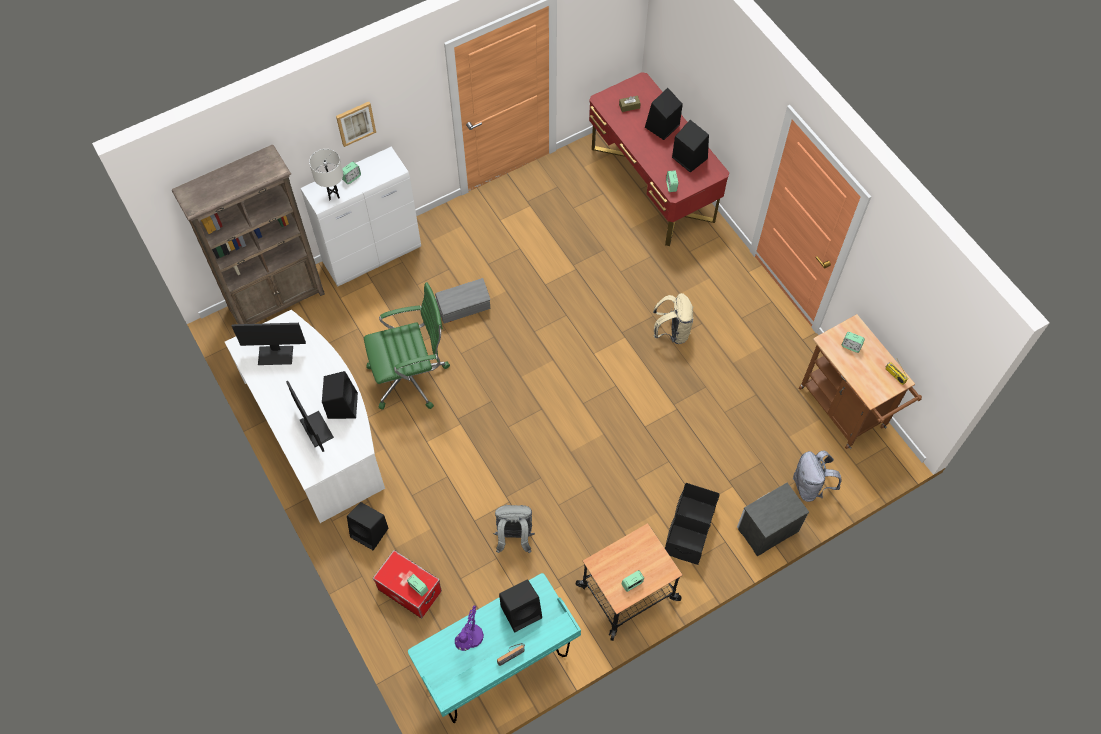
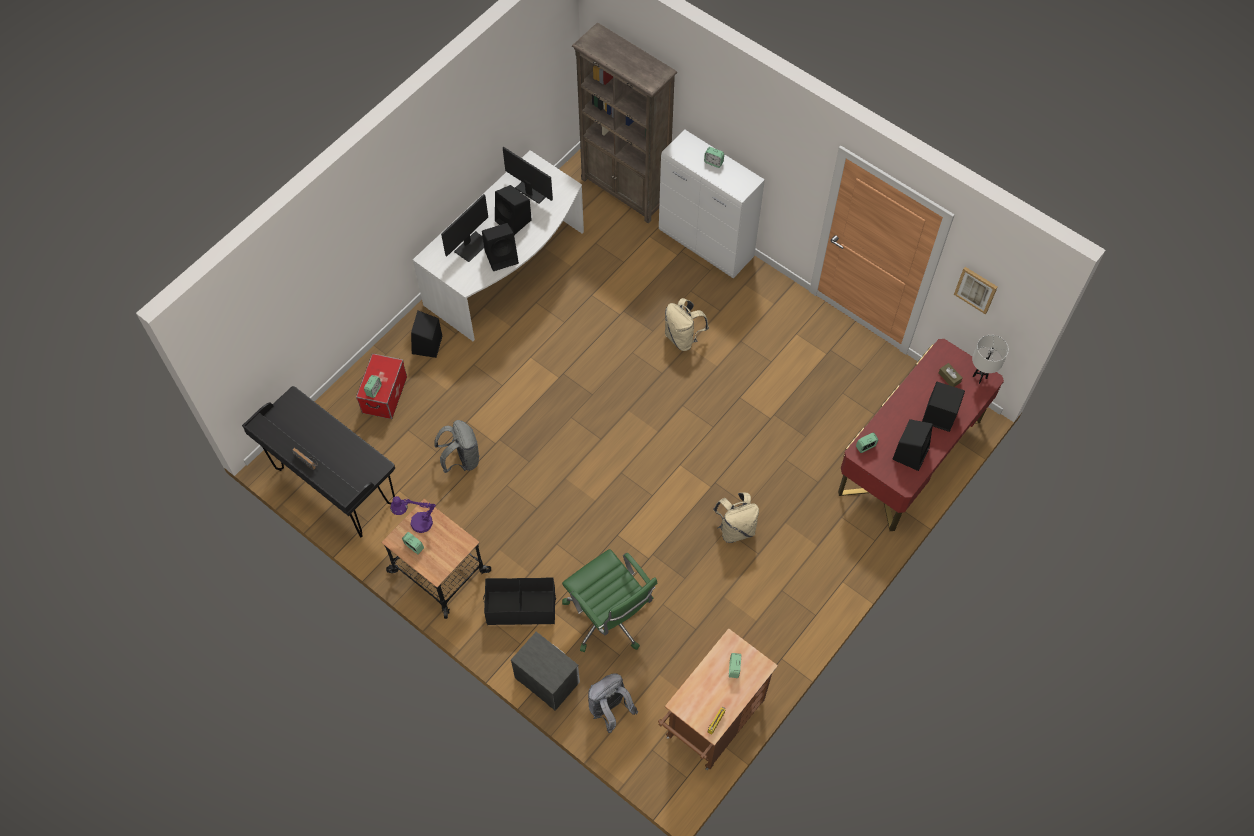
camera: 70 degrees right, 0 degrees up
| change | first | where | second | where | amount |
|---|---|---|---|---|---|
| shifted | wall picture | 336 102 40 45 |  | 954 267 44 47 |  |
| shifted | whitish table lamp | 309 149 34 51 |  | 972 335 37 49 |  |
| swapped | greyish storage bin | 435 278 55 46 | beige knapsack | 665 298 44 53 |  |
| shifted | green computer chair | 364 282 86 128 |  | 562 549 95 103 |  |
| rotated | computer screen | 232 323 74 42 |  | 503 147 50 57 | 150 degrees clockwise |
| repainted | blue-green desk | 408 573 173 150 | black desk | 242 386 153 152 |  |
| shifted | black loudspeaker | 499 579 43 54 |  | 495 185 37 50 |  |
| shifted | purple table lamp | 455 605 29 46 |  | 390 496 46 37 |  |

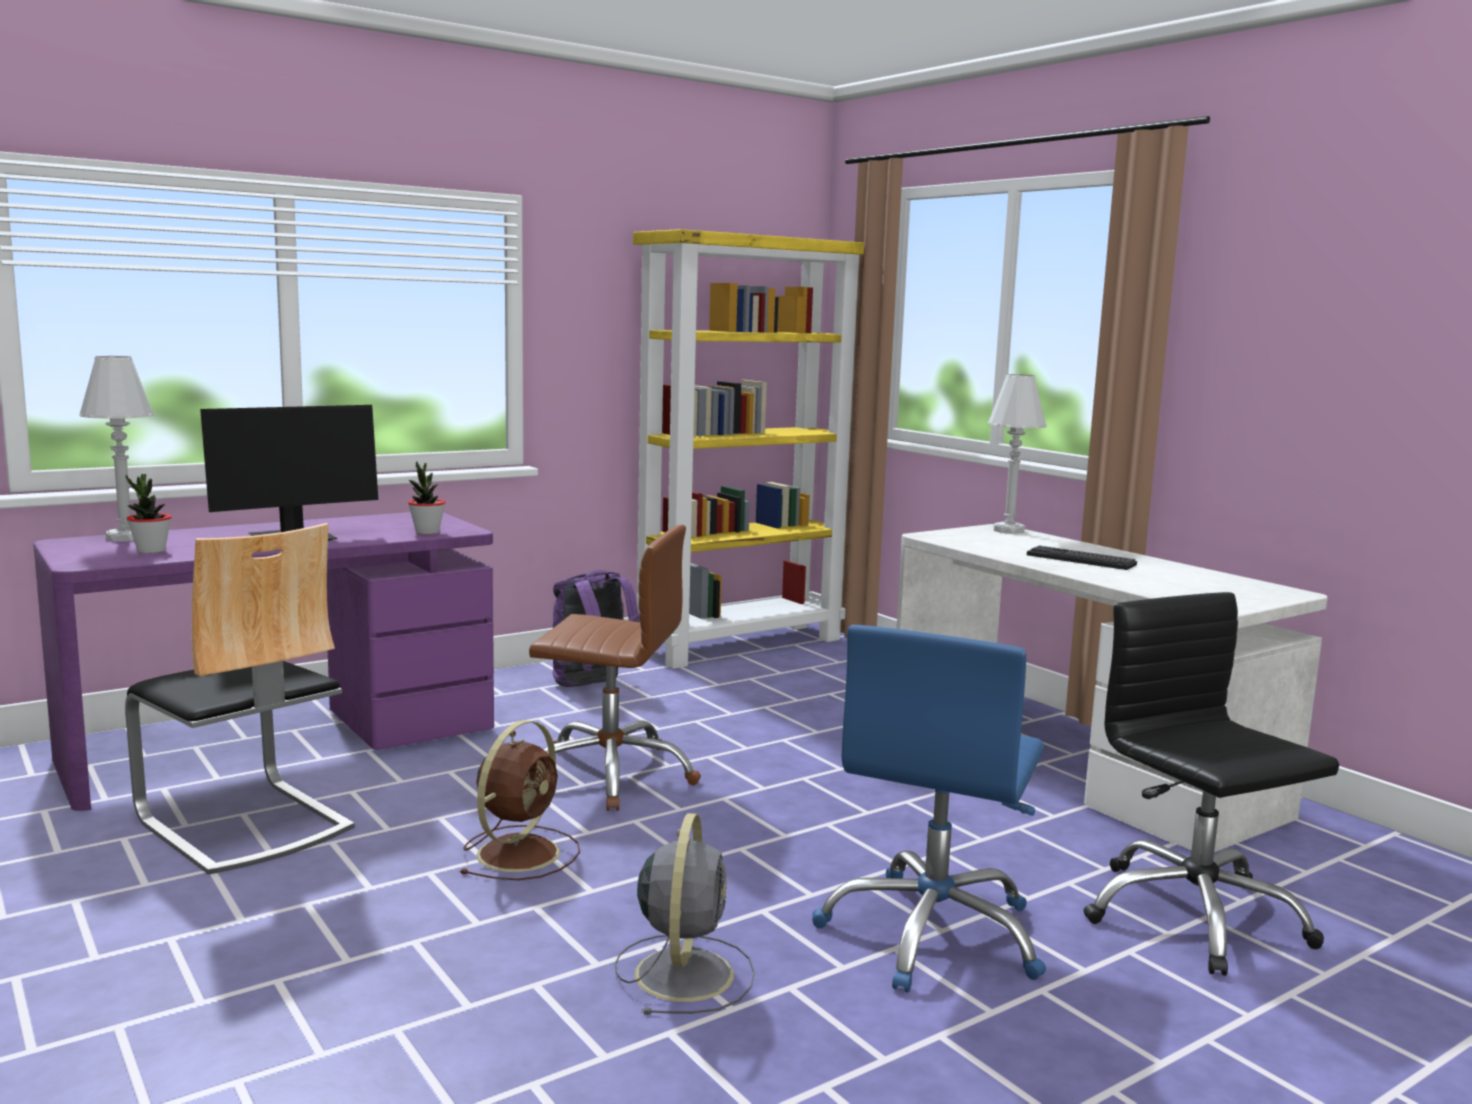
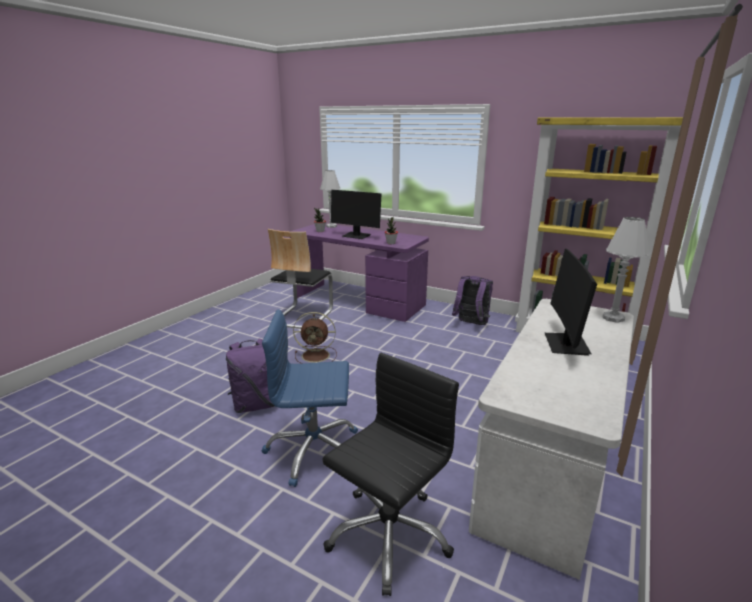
camera: 65 degrees right, 10 degrees up
| change | first | where | second | where | amount |
|---|---|---|---|---|---|
| gone | brown-coloured computer chair | 529 525 172 286 |  |  |  |
| swapped | keyboard | 1027 546 110 24 | computer screen | 545 249 52 107 |  |
| swapped | greyish cooling fan | 615 813 140 202 | purple knapsack | 226 339 48 74 |  |

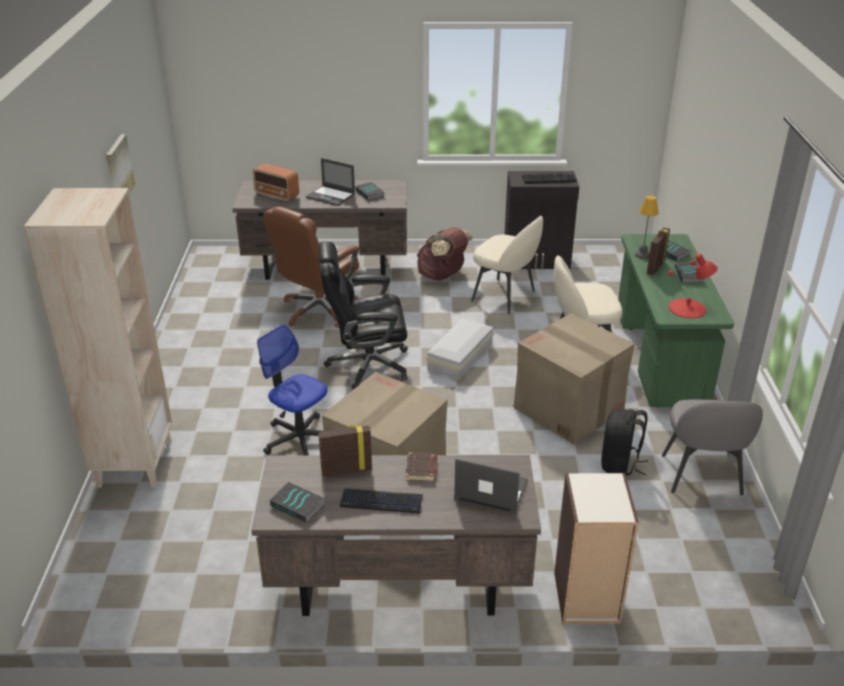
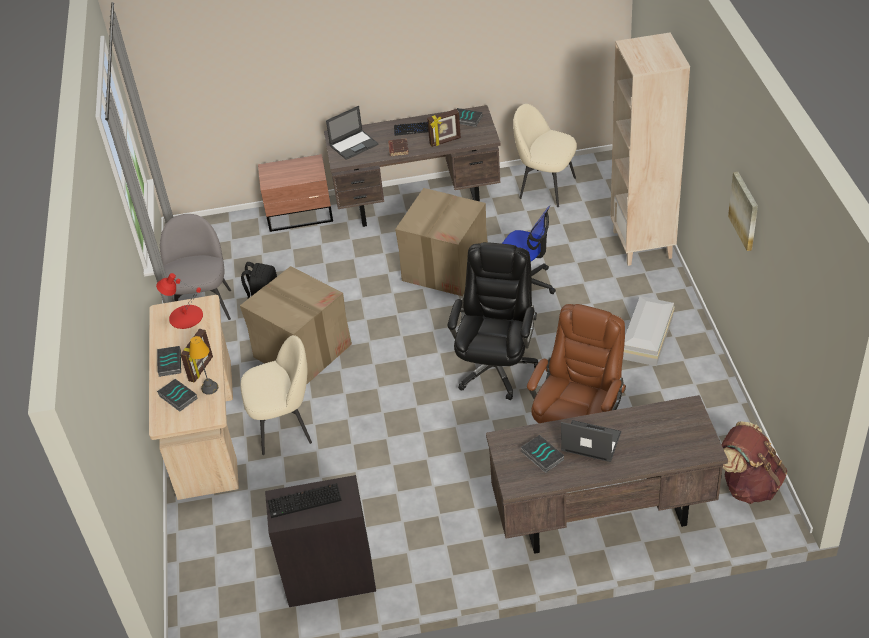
camera: 175 degrees right, 10 degrees up
| change | first | where | second | where | amount |
|---|---|---|---|---|---|
| gone | radio | 253 163 46 39 |  |  |  |
| shifted | beige chair | 471 216 72 98 |  | 513 104 64 103 |  |
| shifted | brown-coloured knapsack | 417 227 56 54 |  | 721 421 66 83 |  |
| repainted | green desk | 618 234 116 173 | beige desk | 149 295 90 205 |  |
| rotated | black computer chair | 318 242 90 148 |  | 447 242 91 158 | 60 degrees counterclockwise |
| shifted | whitish storage bin | 426 318 68 62 |  | 623 296 52 70 |  |
| rotated | notebook computer | 454 459 74 55 |  | 326 106 52 54 | 45 degrees counterclockwise |
| swapped | bookshelf | 554 473 85 151 | brown-coloured night table | 258 154 75 78 |  |

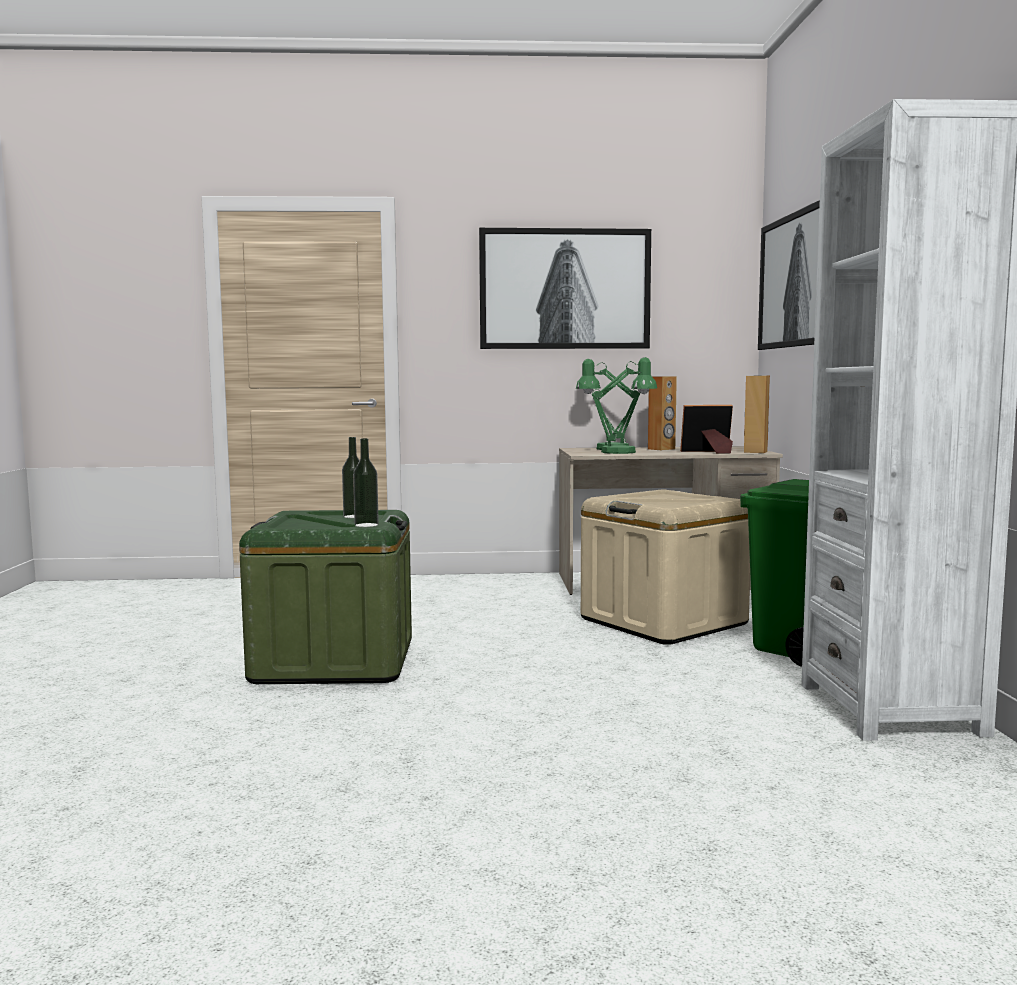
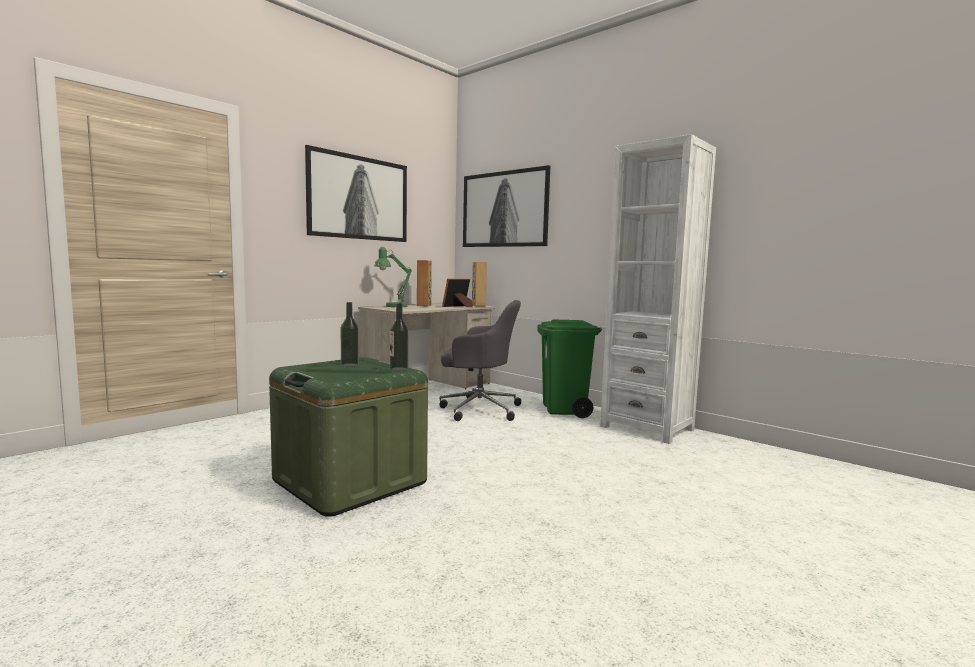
camera: 45 degrees left, 0 degrees up
| change | first | where | second | where | amount |
|---|---|---|---|---|---|
| gone | green table lamp | 592 357 65 97 |  |  |  |
| swapped | beige storage bin | 581 489 169 156 | greyish computer chair | 439 300 82 121 |  |

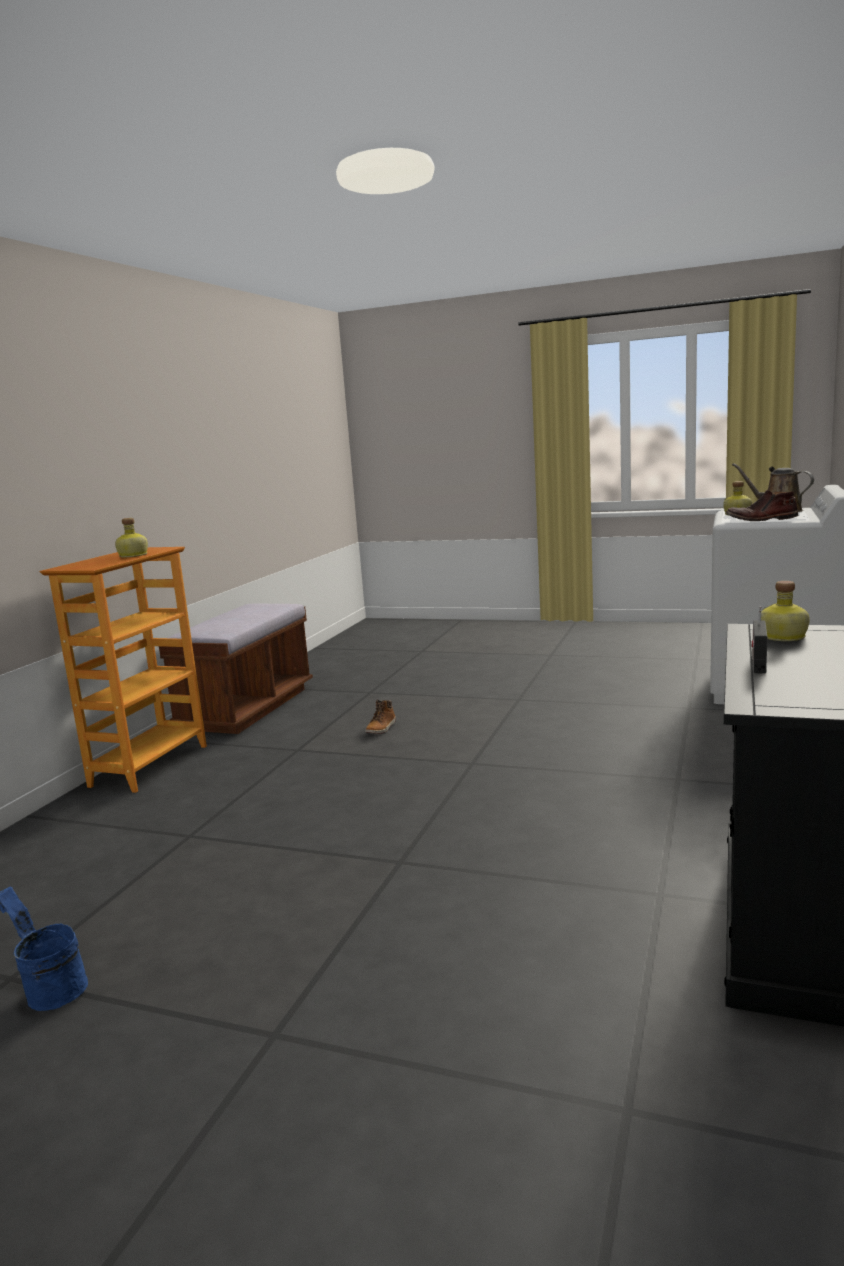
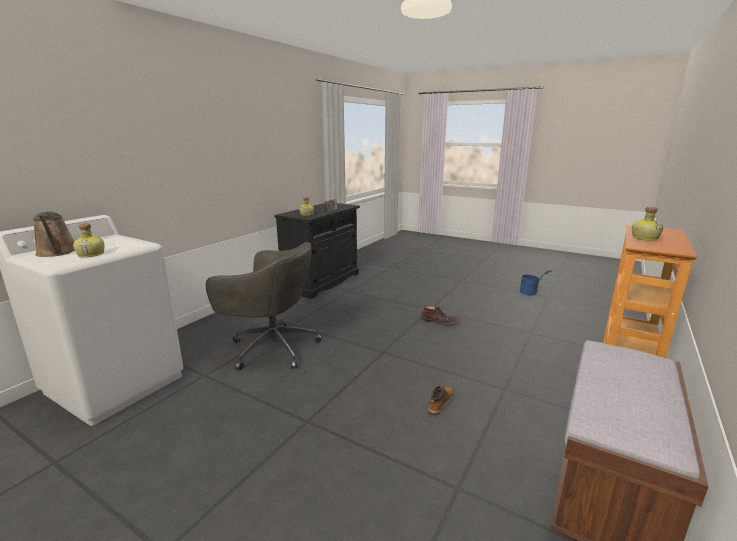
camera: 170 degrees left, 5 degrees up
| change | first | where | second | where | amount |
|---|---|---|---|---|---|
| shifted | brown-coloured boot | 725 490 73 31 |  | 421 305 39 20 |  |
| new |  |  | greyish computer chair | 206 242 116 128 |  |

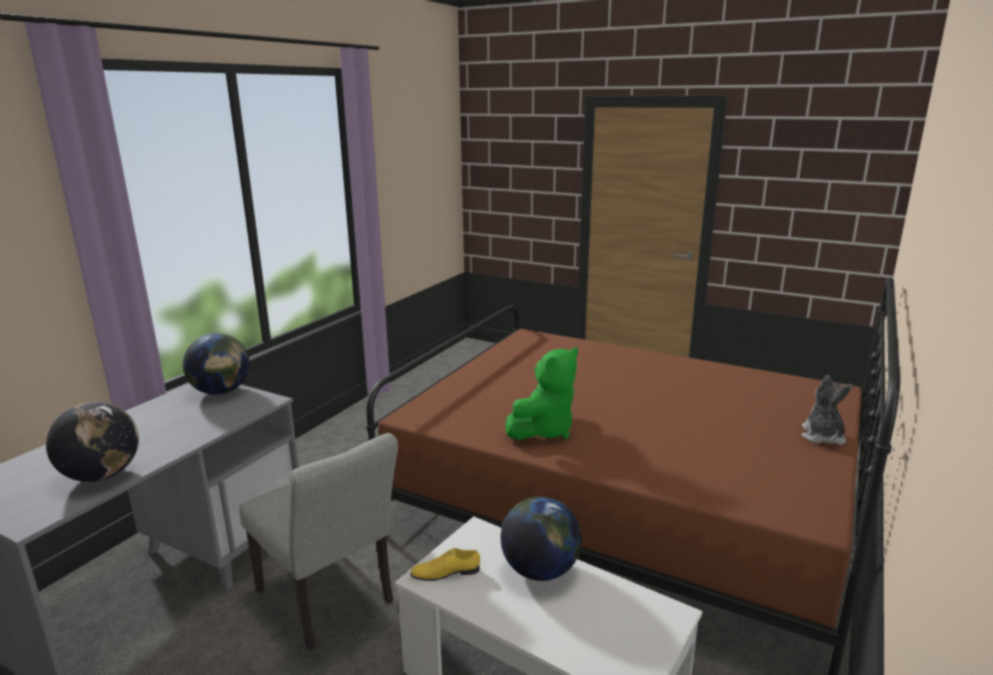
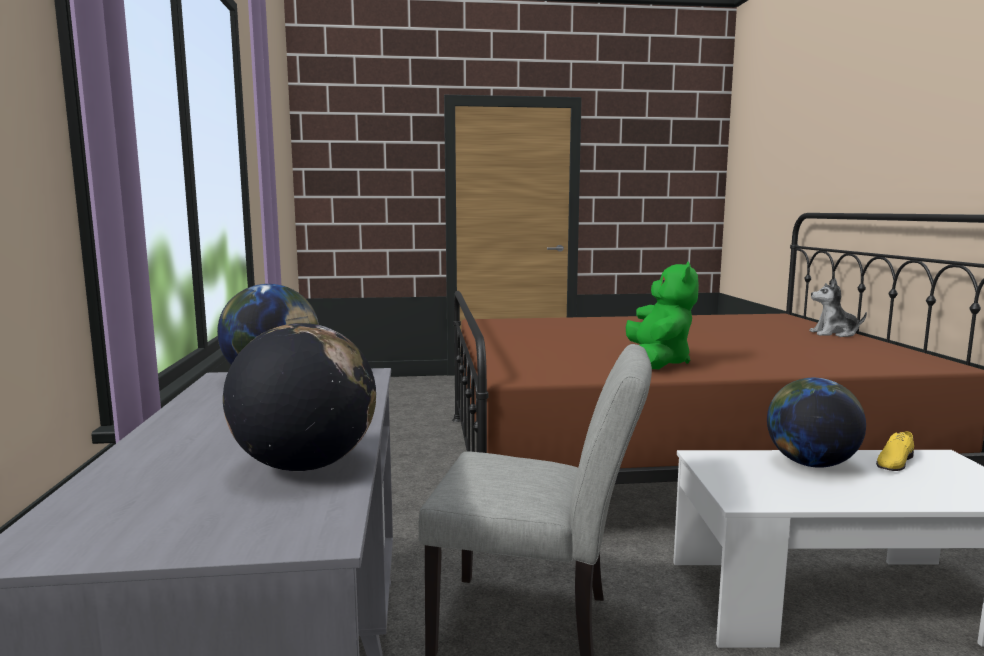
camera: 35 degrees left, 10 degrees down
| change | first | where | second | where | amount |
|---|---|---|---|---|---|
| rotated | plush toy | 802 375 50 70 |  | 809 278 58 59 | 60 degrees counterclockwise |
| shifted | yellow-coloured item of footwear | 411 548 69 33 |  | 876 431 38 40 |  |

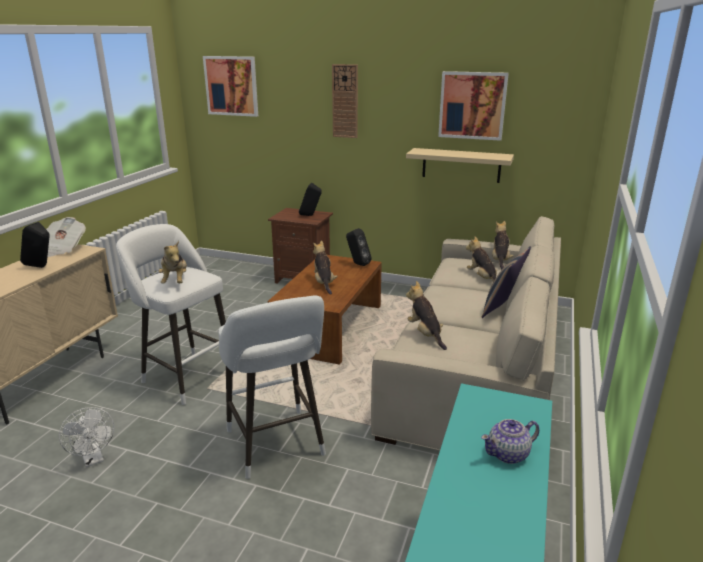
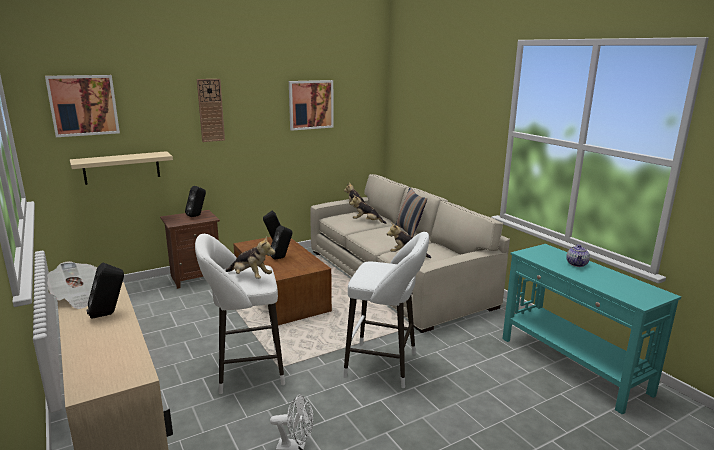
camera: 50 degrees left, 5 degrees down
| change | first | where | second | where | amount |
|---|---|---|---|---|---|
| shifted | beige bracket shelf | 406 148 108 35 |  | 70 151 103 34 |  |
| swapped | plush toy | 313 241 25 54 | black loudspeaker | 270 225 22 35 |  |

